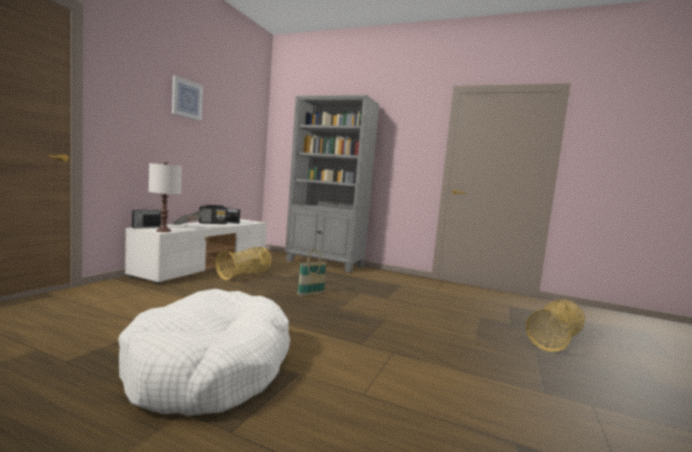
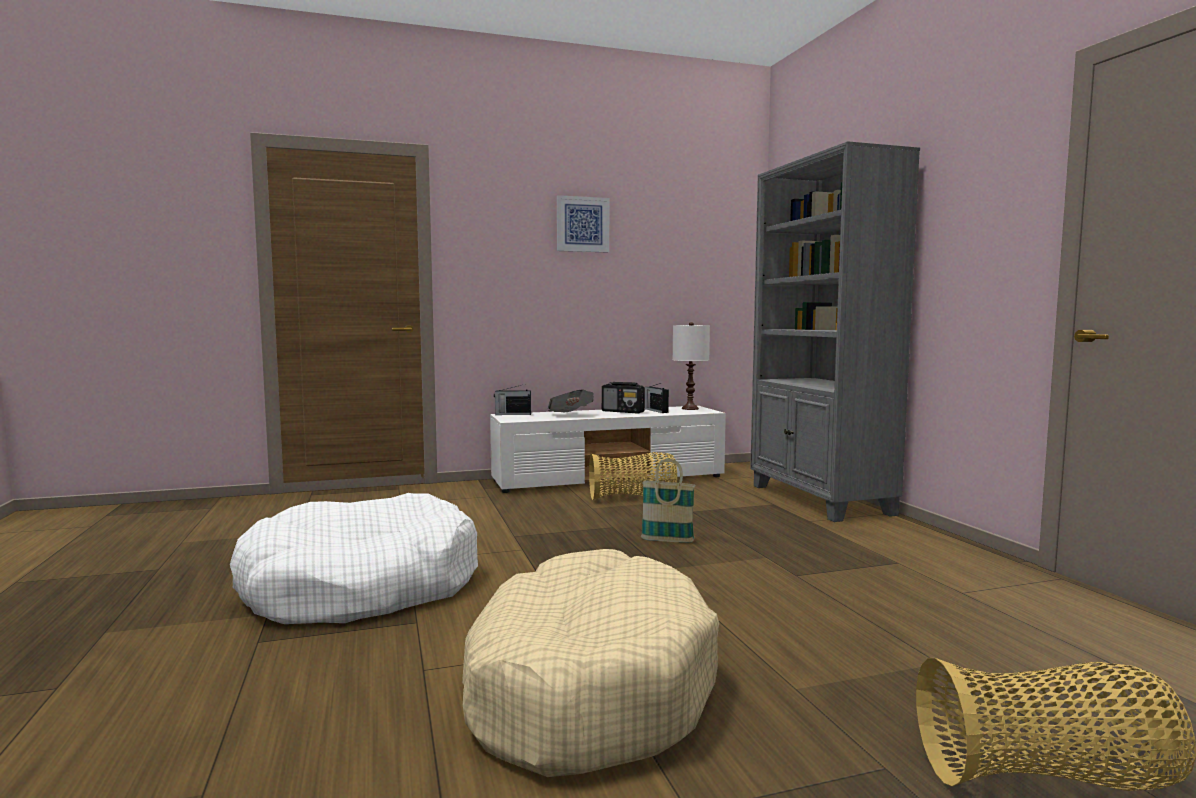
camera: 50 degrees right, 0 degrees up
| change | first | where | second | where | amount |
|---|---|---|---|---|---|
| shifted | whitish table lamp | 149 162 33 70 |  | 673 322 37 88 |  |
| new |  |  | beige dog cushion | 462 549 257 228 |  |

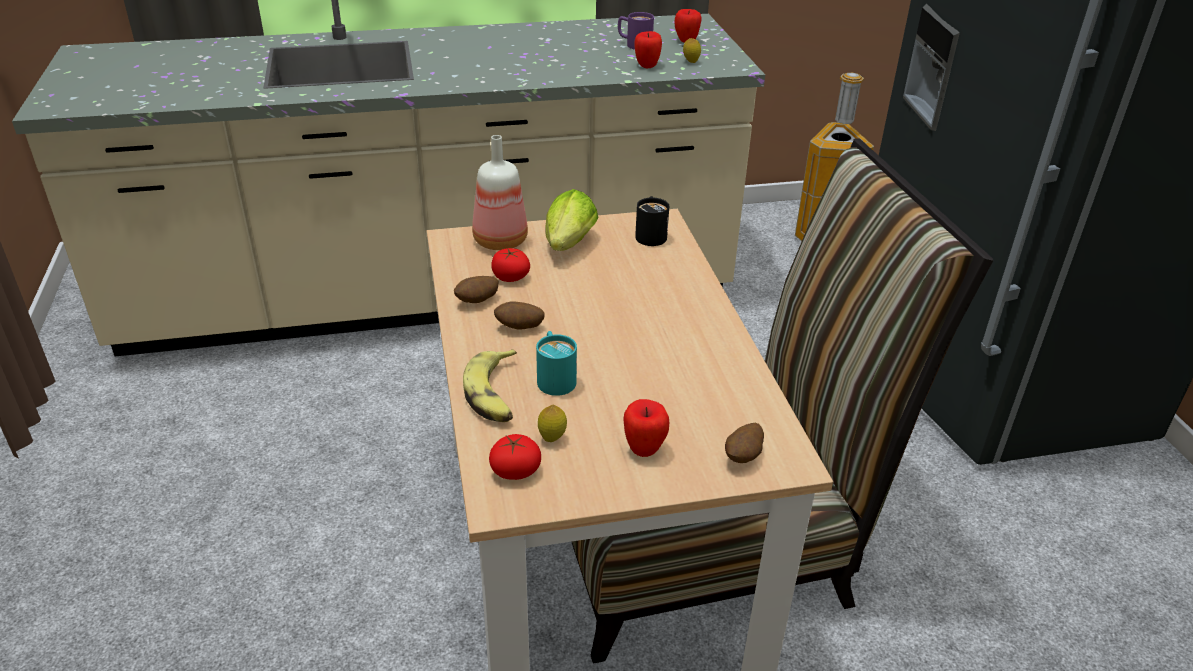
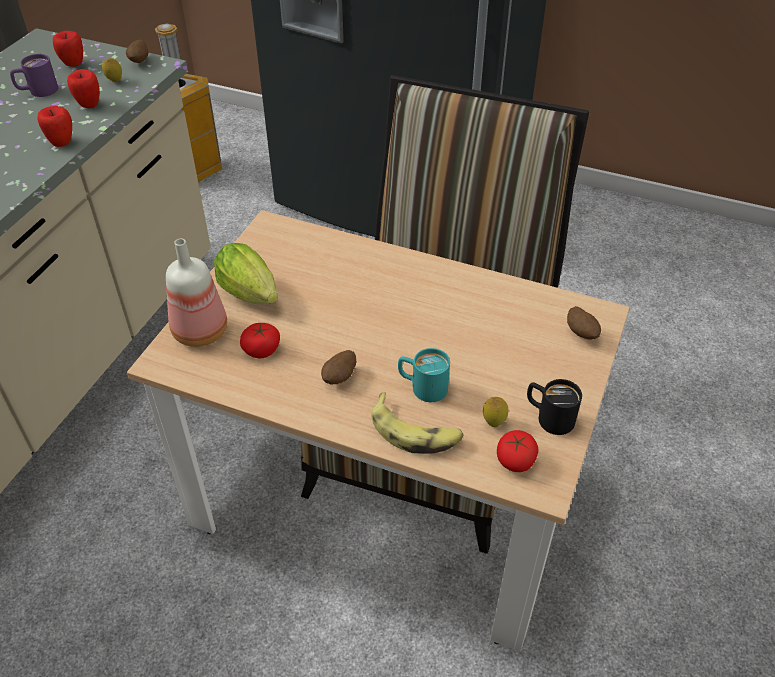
camera: 55 degrees left, 10 degrees up
| change | first | where | second | where | amount |
|---|---|---|---|---|---|
| shifted | black coffee mug | 635 196 34 50 |  | 527 379 55 56 |  |
| shifted | potato | 454 276 44 27 |  | 126 40 22 23 |  |
| shifted | apple | 623 399 46 58 |  | 37 106 35 41 |  |

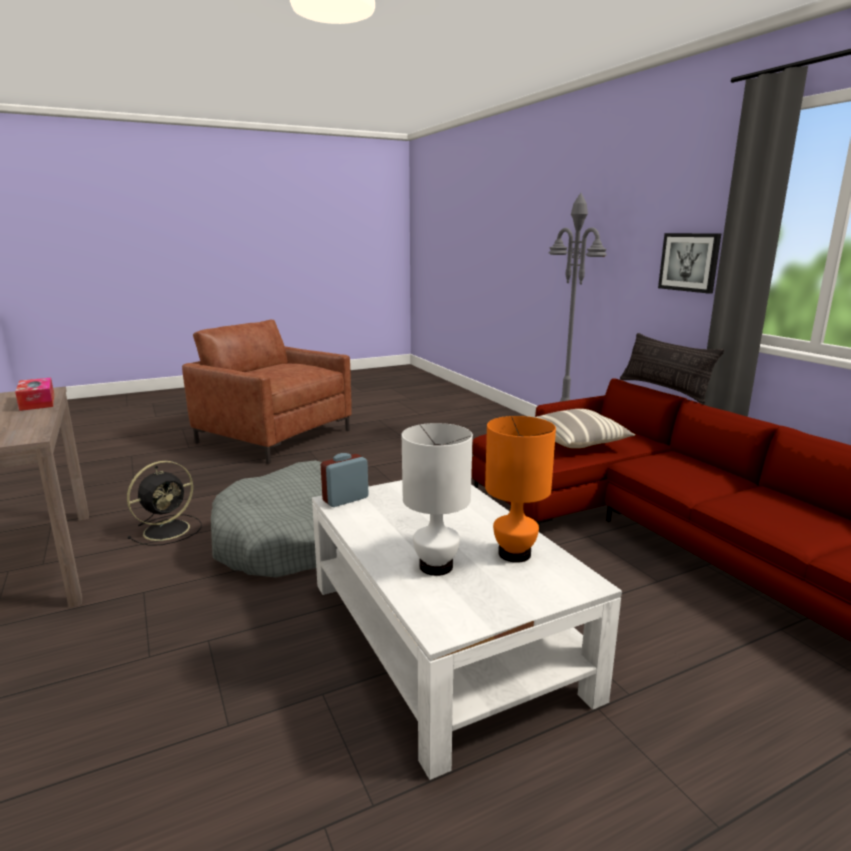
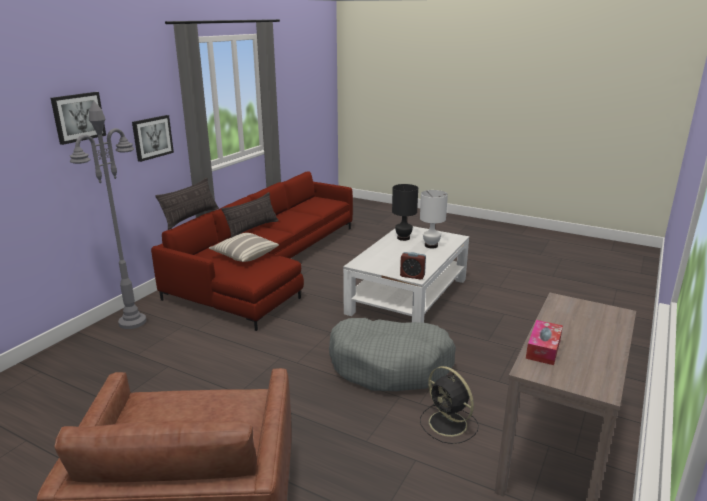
camera: 125 degrees left, 5 degrees up
| change | first | where | second | where | amount |
|---|---|---|---|---|---|
| repainted | orange table lamp | 485 416 71 147 | black table lamp | 392 184 26 57 |  |
| rotated | black cooling fan | 127 461 75 85 |  | 420 366 59 78 | 135 degrees counterclockwise |
| new |  |  | wall picture | 51 92 55 53 |  |
| new |  |  | pillow | 221 192 58 46 |  |

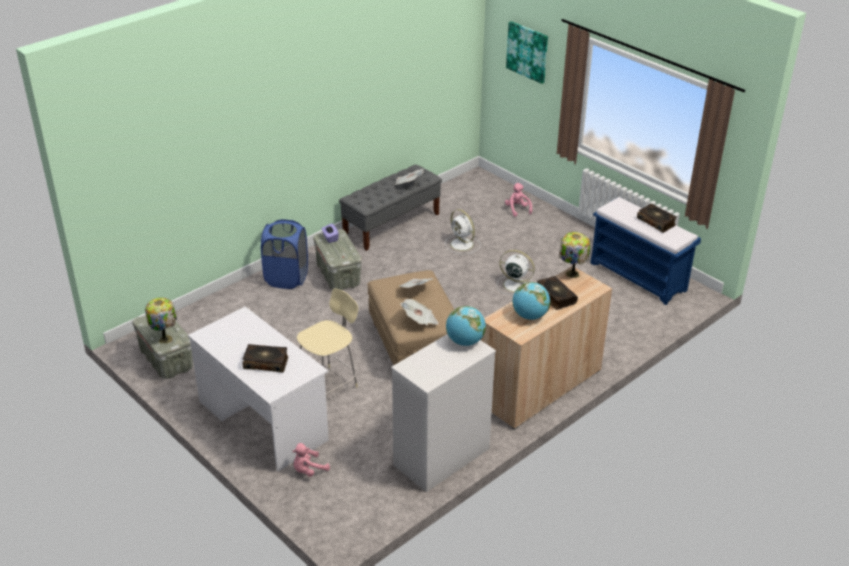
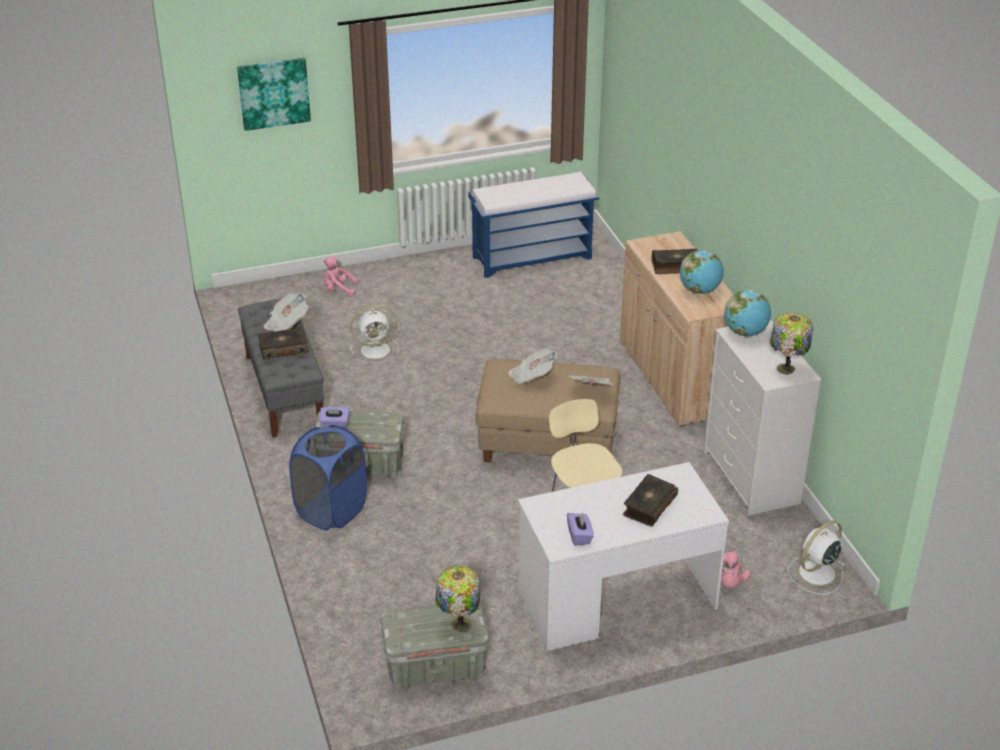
camera: 65 degrees left, 0 degrees up
| change | first | where | second | where | amount |
|---|---|---|---|---|---|
| shifted | book | 637 204 40 29 |  | 258 327 50 32 |  |
| shifted | table lamp | 559 232 32 46 |  | 770 313 43 62 |  |
| shifted | whitish cooling fan | 497 250 38 45 |  | 788 521 56 74 |  |
| new |  |  | purple box of tissues | 567 513 26 33 |  |

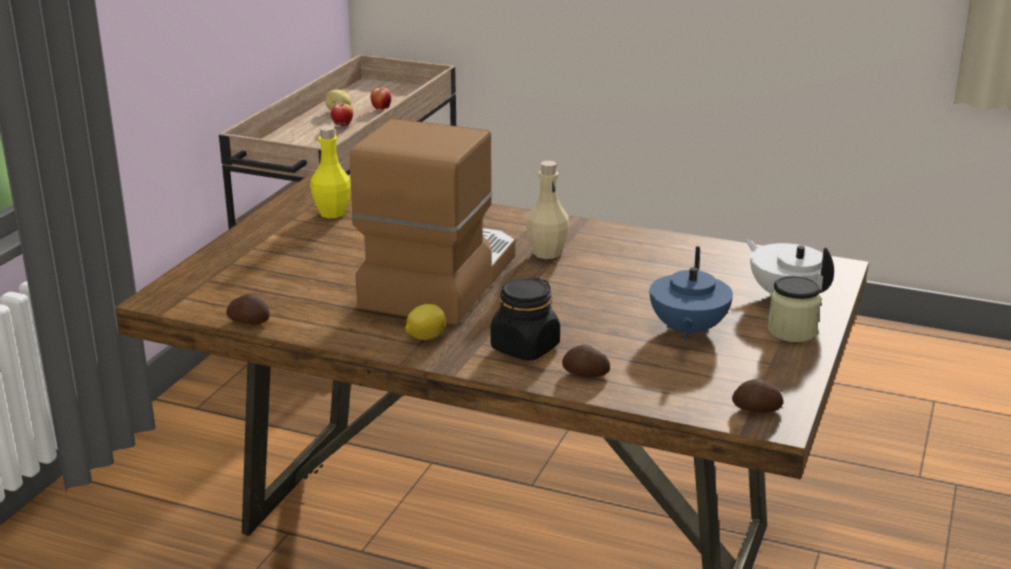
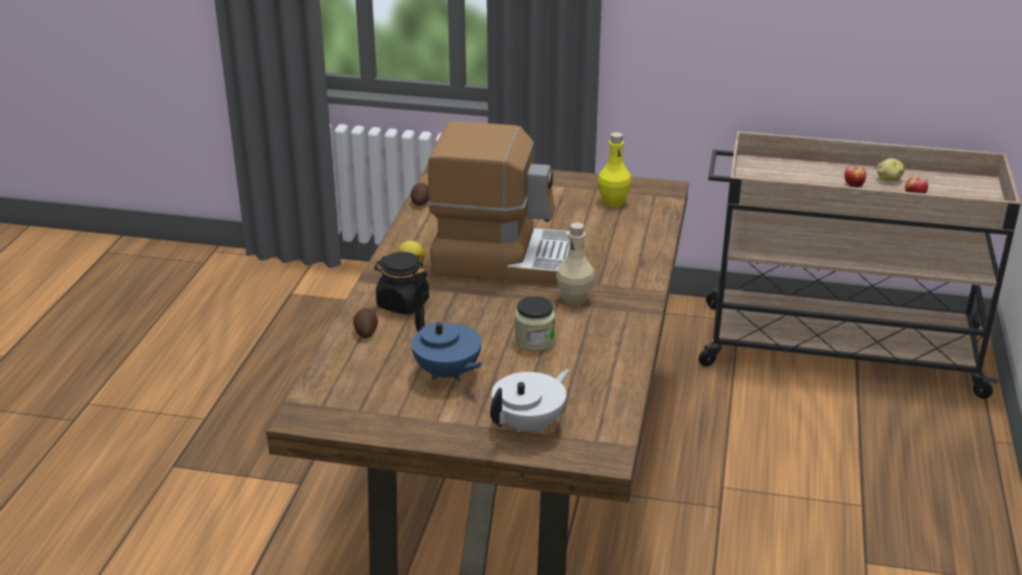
camera: 80 degrees right, 5 degrees up
| change | first | where | second | where | amount |
|---|---|---|---|---|---|
| rotated | bluish teapot | 650 247 83 93 |  | 411 305 72 76 | 135 degrees counterclockwise |
| shifted | preserve jar | 768 276 53 66 |  | 515 296 40 55 |  |
| gone | potato | 732 379 51 34 |  |  |  |

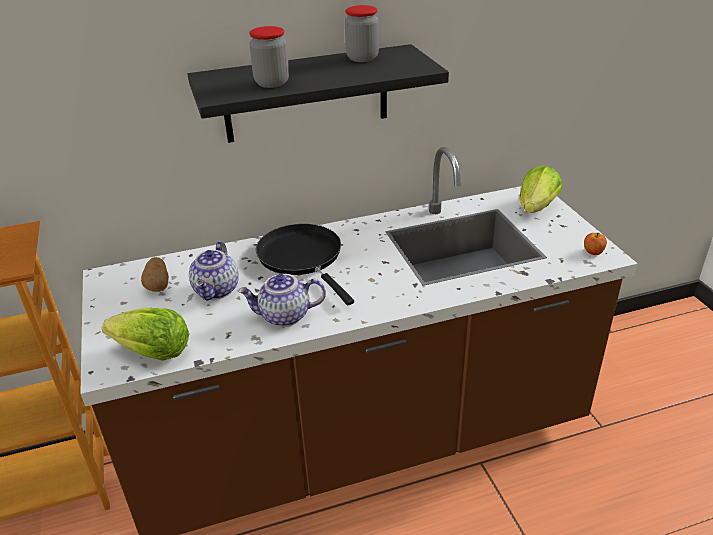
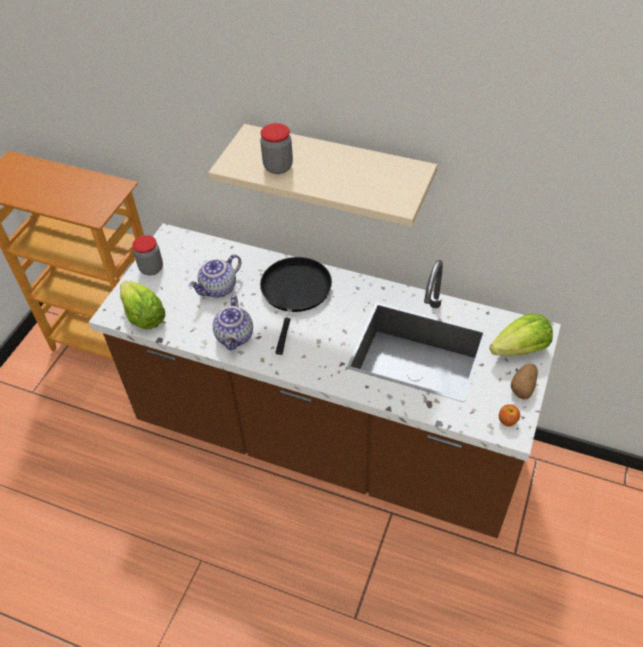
camera: 40 degrees right, 15 degrees up
| change | first | where | second | where | amount |
|---|---|---|---|---|---|
| shifted | preserve jar | 345 5 34 57 |  | 132 235 31 40 |  |
| repainted | black bracket shelf | 188 44 261 99 | beige bracket shelf | 208 124 229 103 |  |
| shifted | potato | 141 257 28 35 |  | 511 364 27 36 |  |
| rotated | teapot | 238 274 88 53 |  | 213 296 40 54 | 120 degrees counterclockwise |

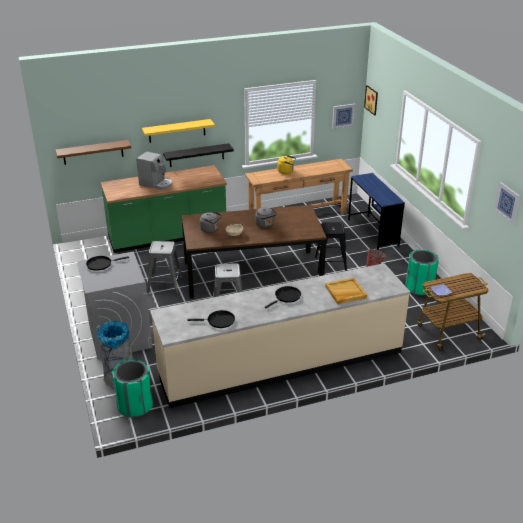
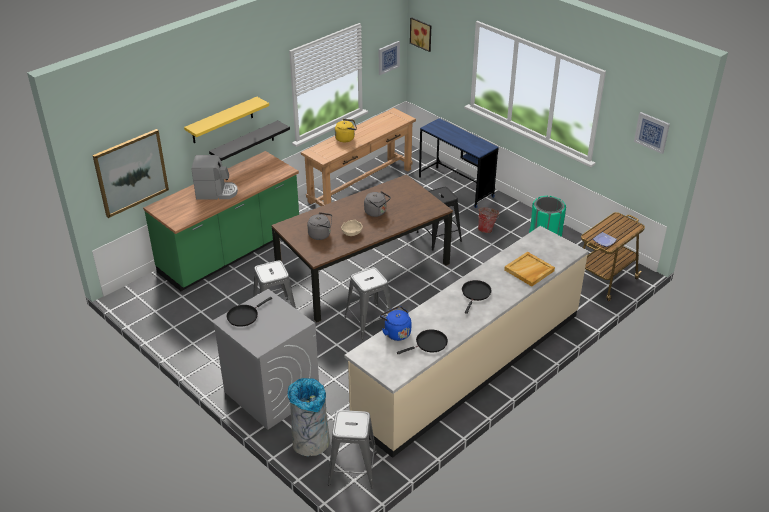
camera: 25 degrees left, 5 degrees up
| change | first | where | second | where | amount |
|---|---|---|---|---|---|
| swapped | brown-coloured bracket shelf | 55 140 76 25 | wall picture | 92 129 77 89 |  |
| swapped | green trash can | 112 360 41 57 | greyish stool | 328 410 49 78 |  |
| new |  |  | bluish tea kettle | 380 306 31 35 |  |

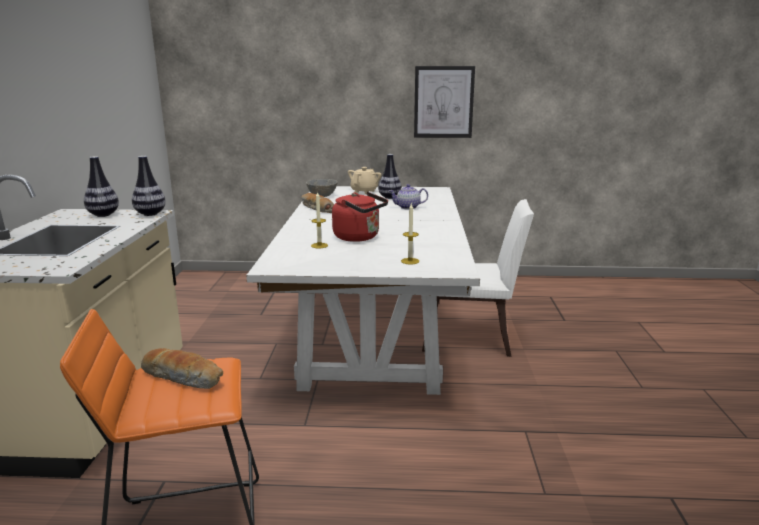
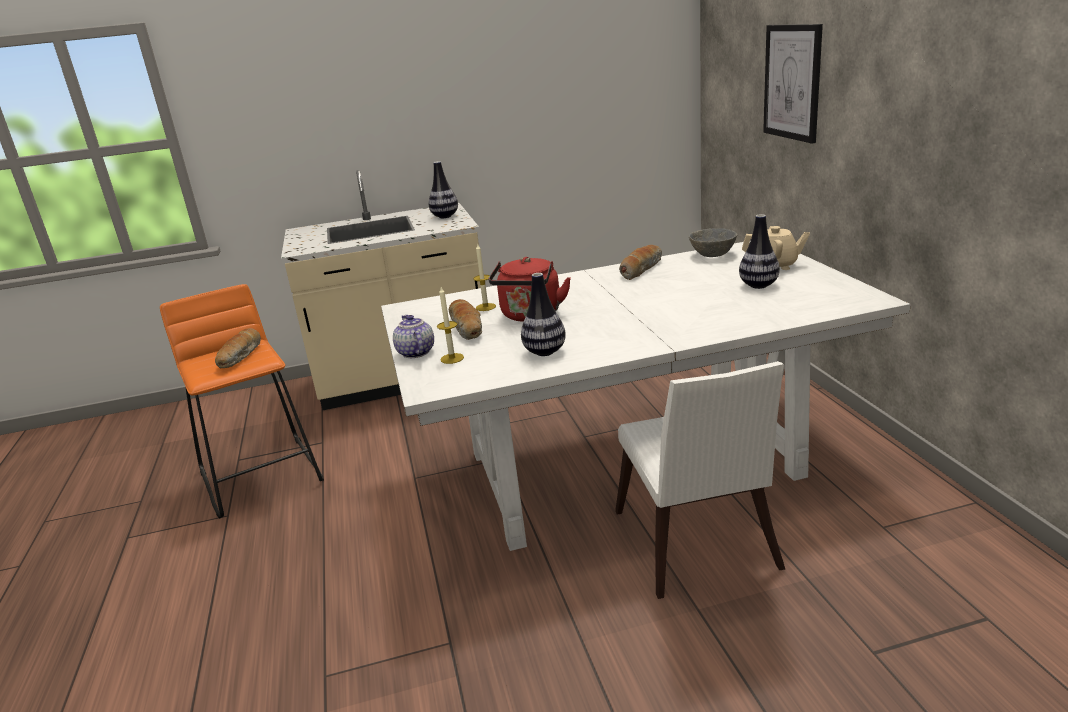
camera: 75 degrees right, 5 degrees up
| change | first | where | second | where | amount |
|---|---|---|---|---|---|
| shifted | wall picture | 414 66 61 72 |  | 763 24 60 120 |  |
| shifted | decorative vase | 132 156 34 60 |  | 521 273 45 83 |  |
| shifted | teapot | 389 184 39 25 |  | 393 315 41 43 |  |
| new |  |  | bakery bread | 449 299 33 41 |  |

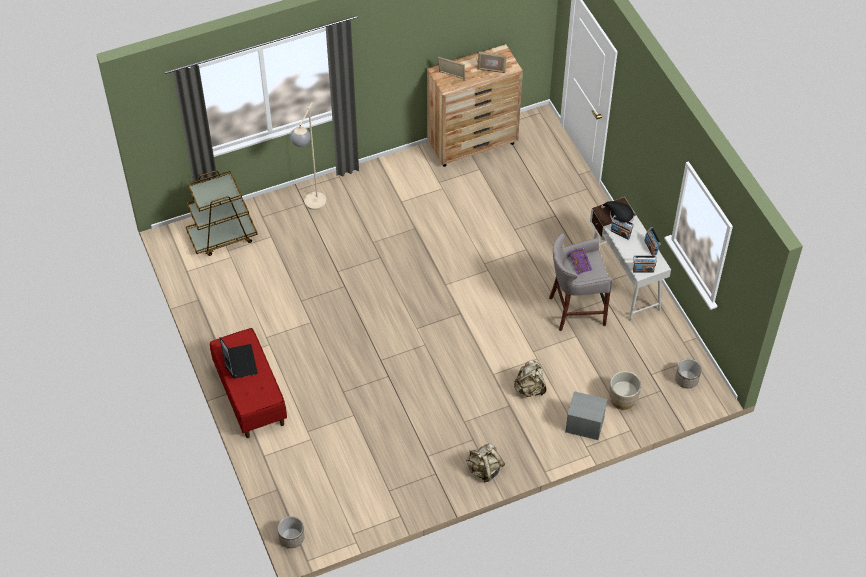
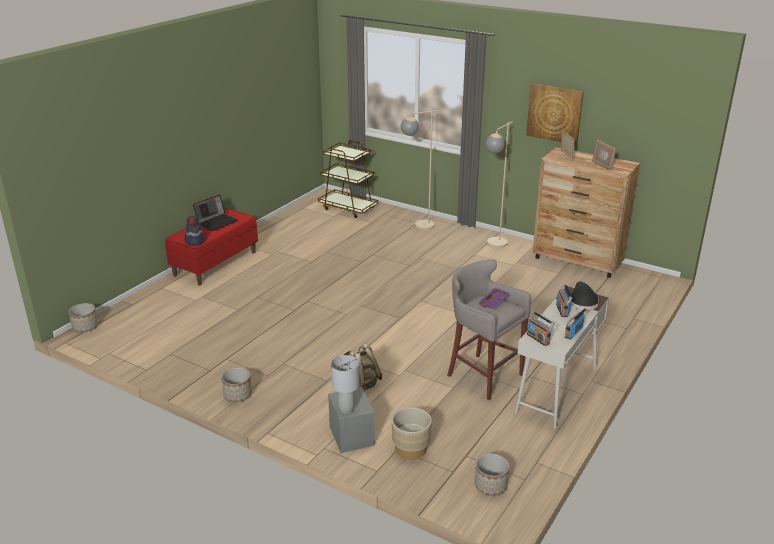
camera: 55 degrees right, 25 degrees down
| change | first | where | second | where | amount |
|---|---|---|---|---|---|
| swapped | beige knapsack | 466 443 39 39 | planter | 221 368 31 34 |  |
| new |  |  | wall picture | 526 83 58 62 |  |
| new |  |  | beige standard lamp | 485 122 28 126 |  |
| new |  |  | clothing hat | 184 216 21 30 |  |
| new |  |  | greyish table lamp | 331 355 29 59 |  |

